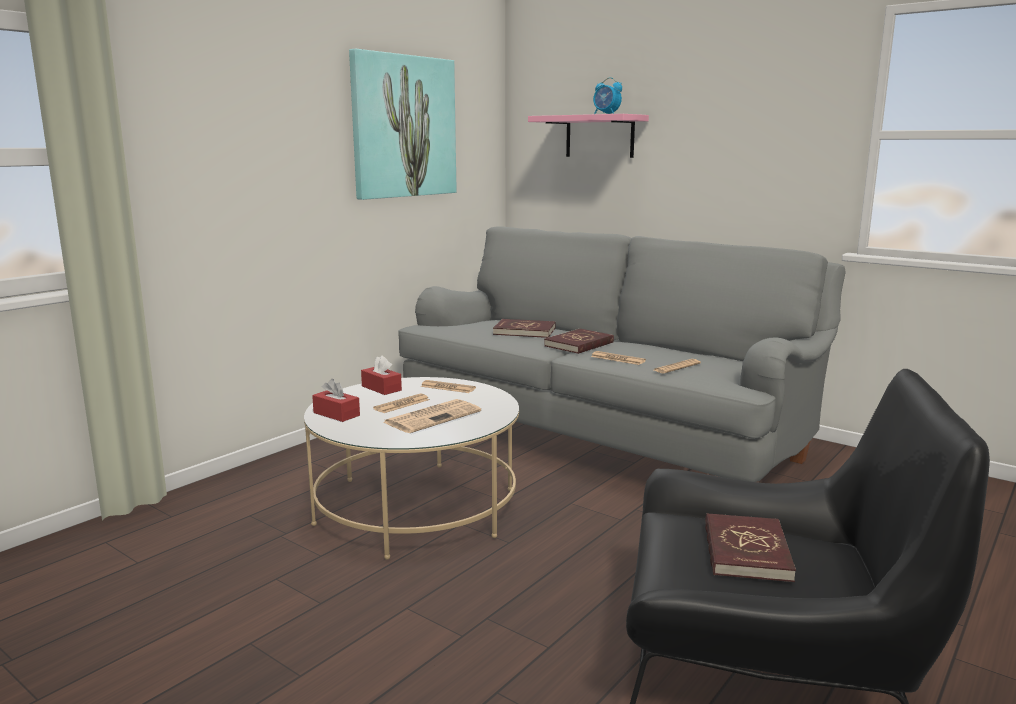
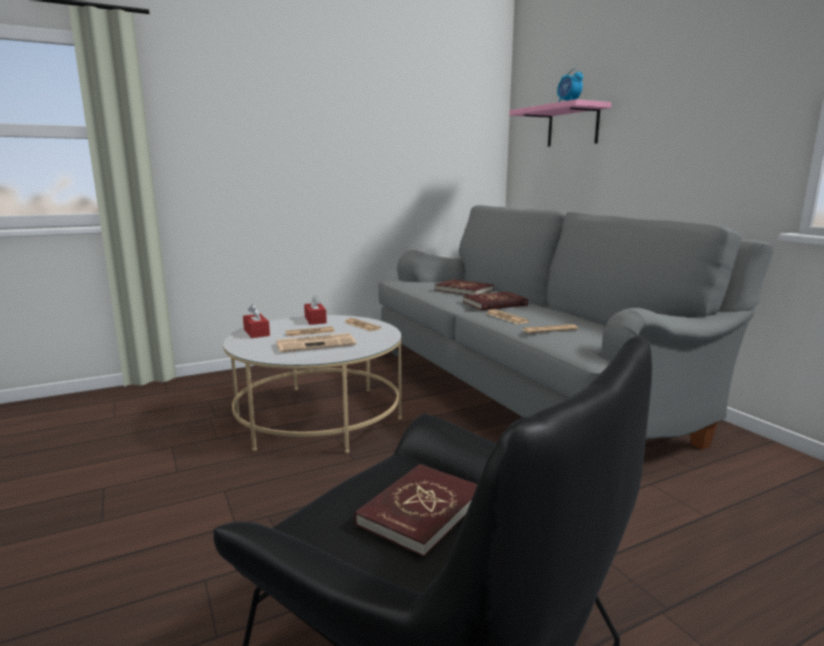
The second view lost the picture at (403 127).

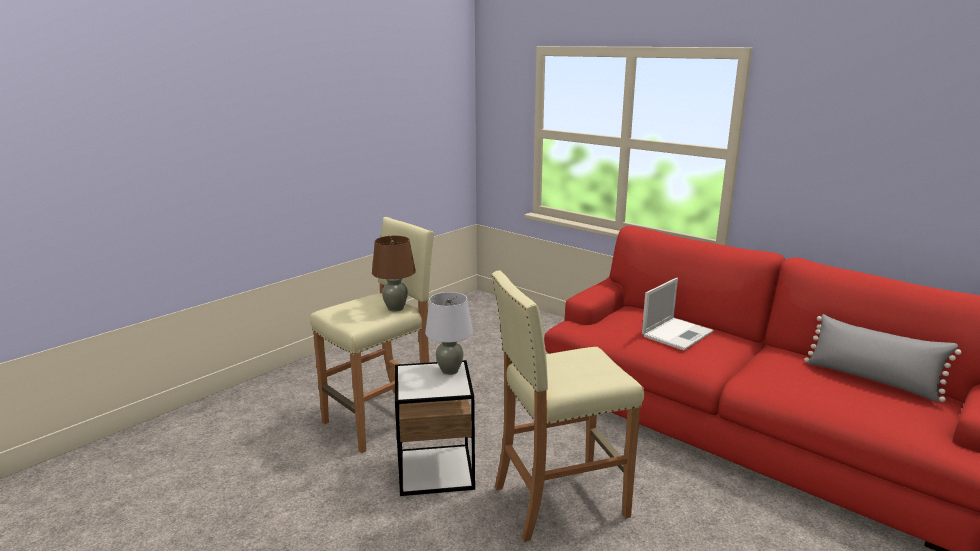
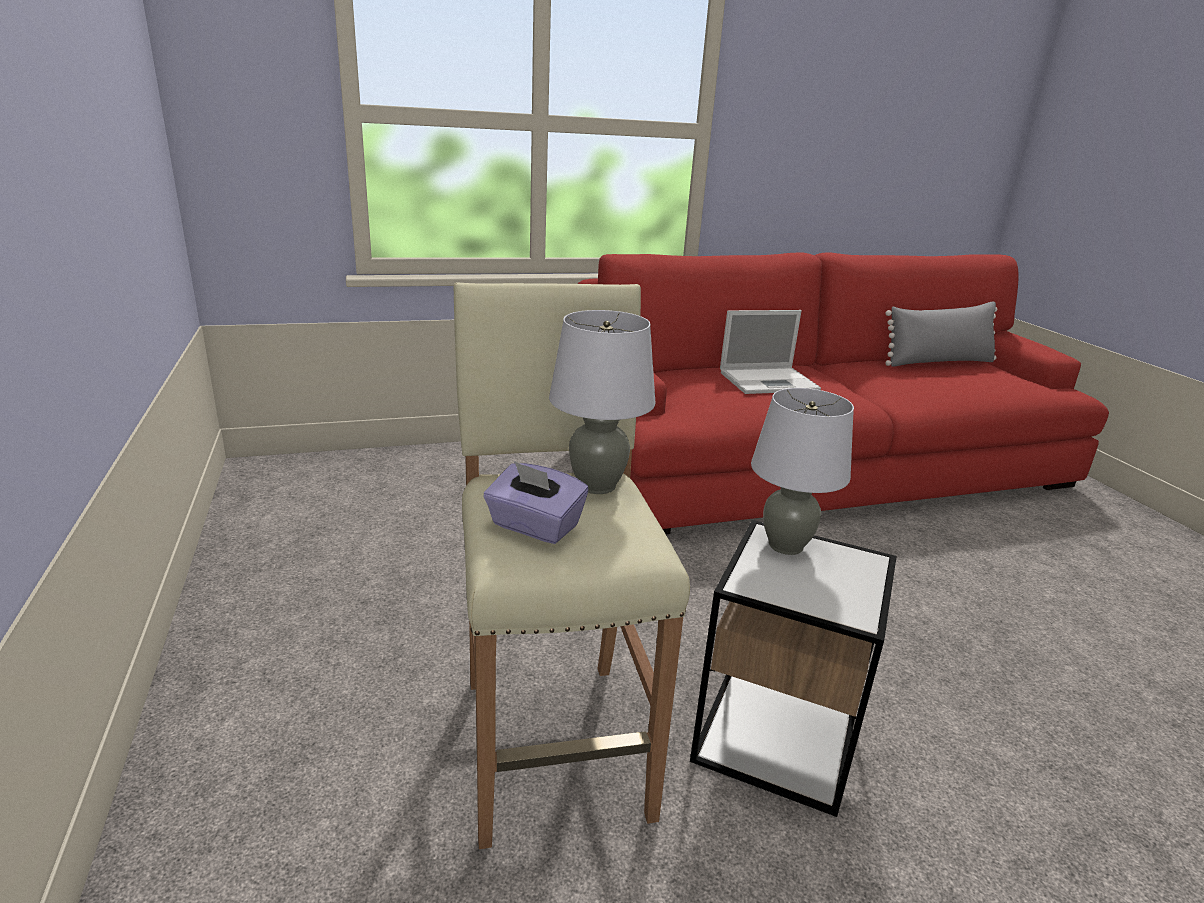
The second view lost the sitting stool (beige) at (558 501).
The second view gained the tissue holder (purple-coloured) at (534 526).
What was the table lamp (brown-coloured) at (395 308) turned into the table lamp (gray) at (597 485).
The laptop at (677 333) ended up facing another way, 90 degrees clockwise from before.

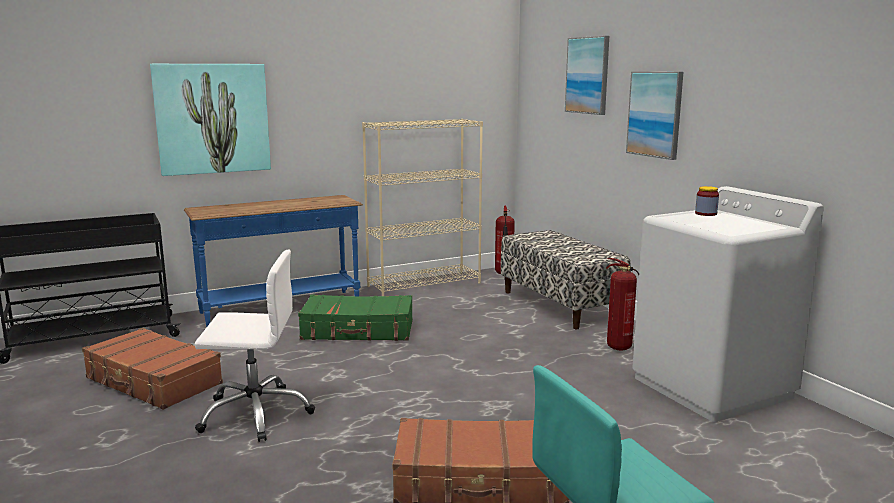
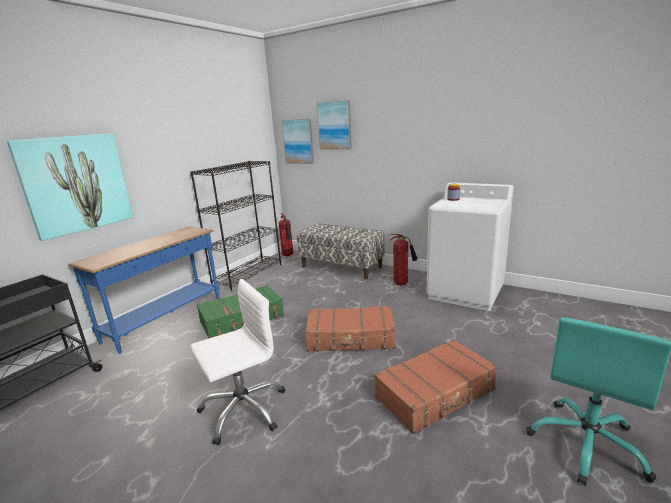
The suitcase (brown-coloured) ended up elsewhere, having gone from (153 381) to (351 338).
The picture ended up elsewhere, having gone from (655 114) to (298 141).
What was the bookcase (beige) at (424 284) turned into the bookcase (black-coloured) at (248 274).

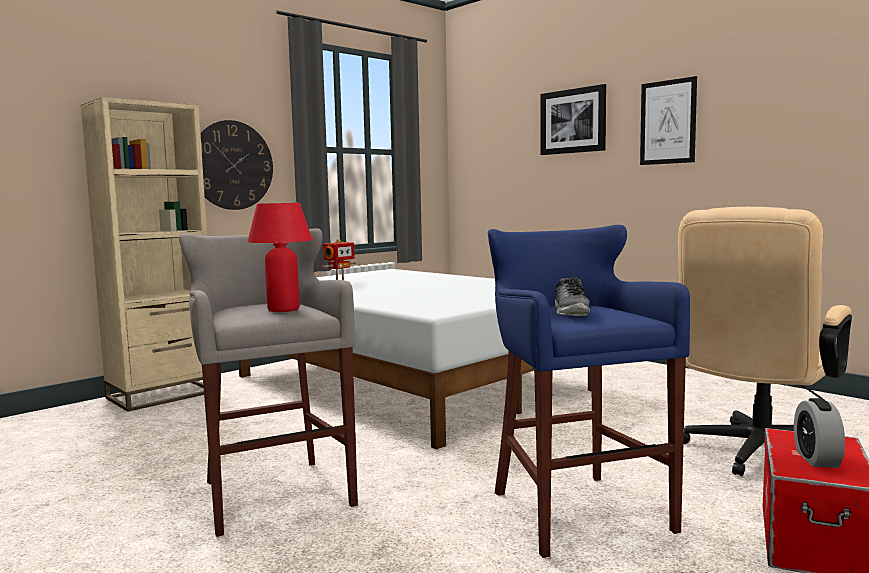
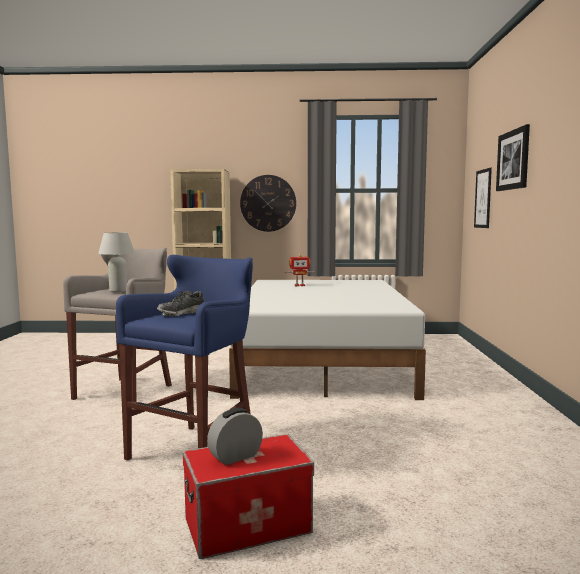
The second view lost the computer chair (beige) at (754 455).
The picture ended up elsewhere, having gone from (668 122) to (483 198).
What was the table lamp (red) at (283 309) turned into the table lamp (white-coloured) at (118 291).

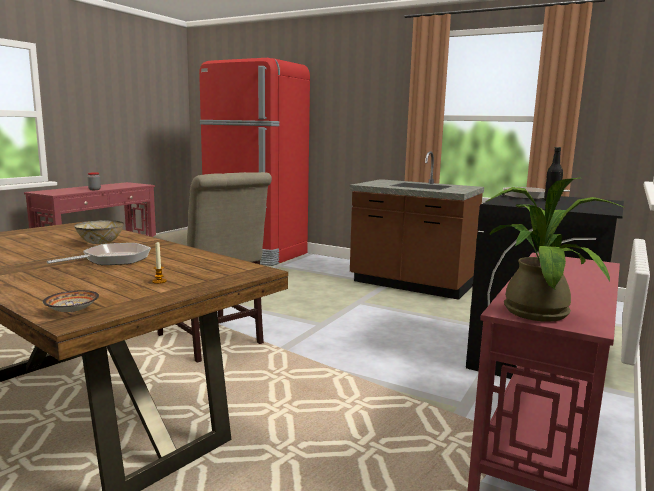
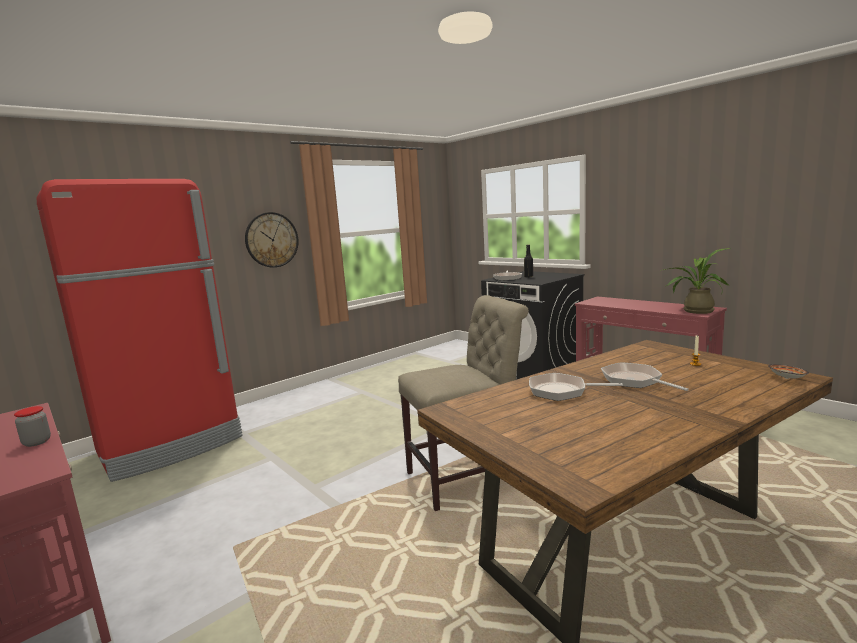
The second view lost the counter (brown-coloured) at (411 284).
The second view gained the hanging clock at (271 240).
Where the serving bowl stood at (100 243), the frying pan came to stand at (562 391).

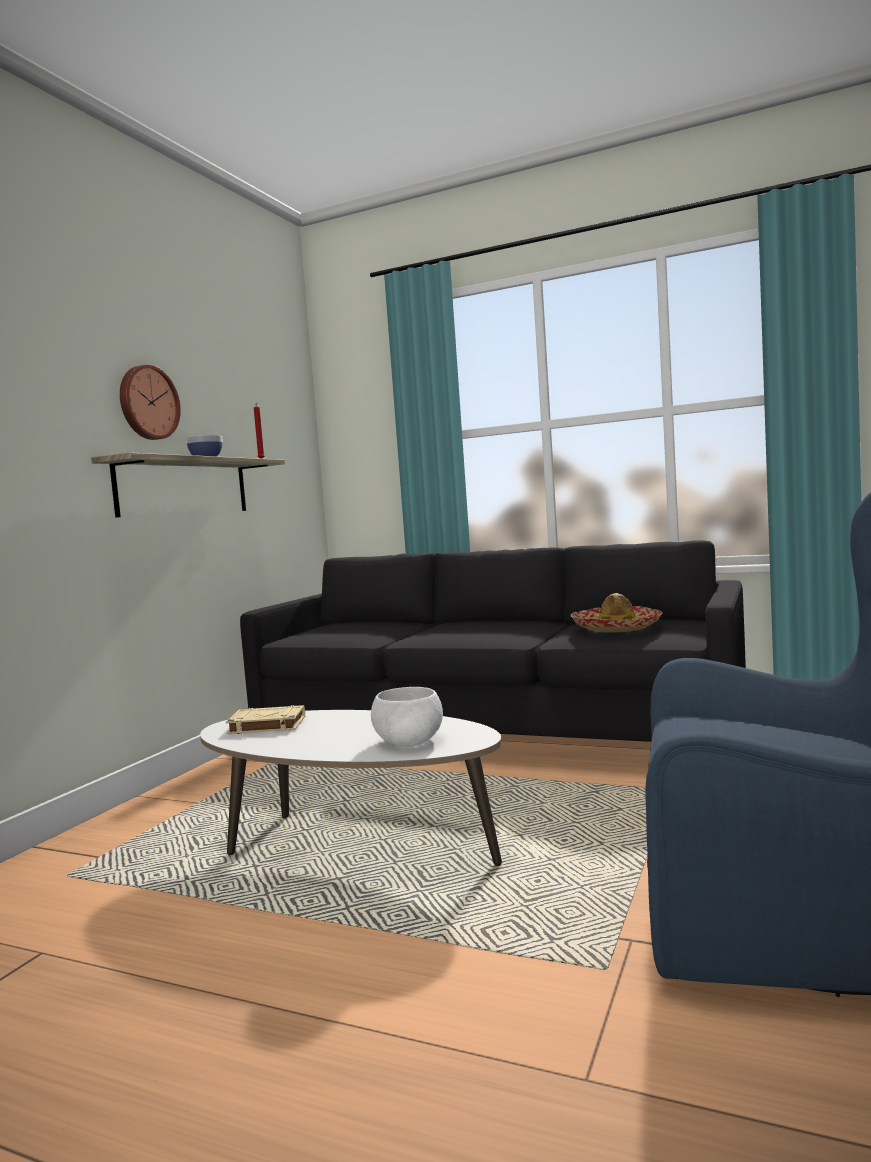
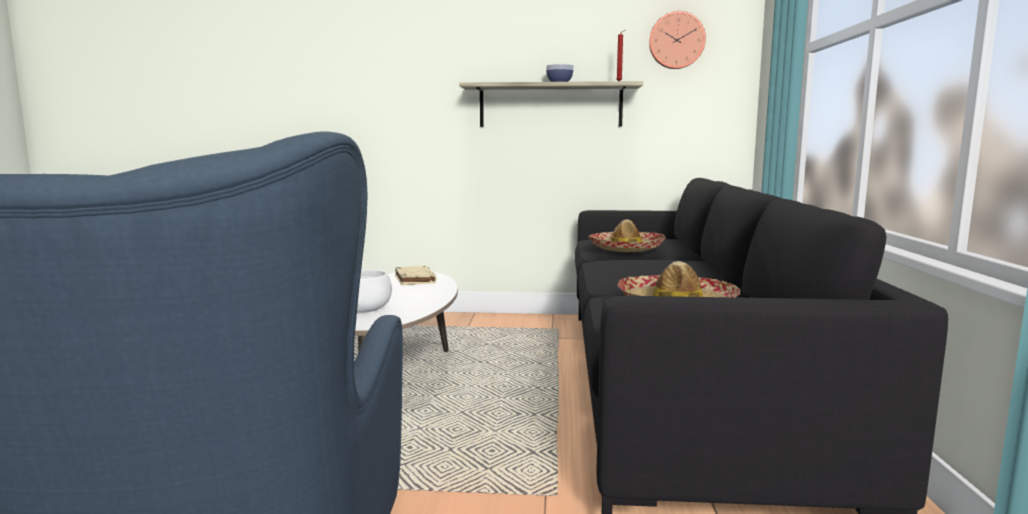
The second view gained the clothing hat at (626 249).
The hanging clock ended up elsewhere, having gone from (147 403) to (676 40).

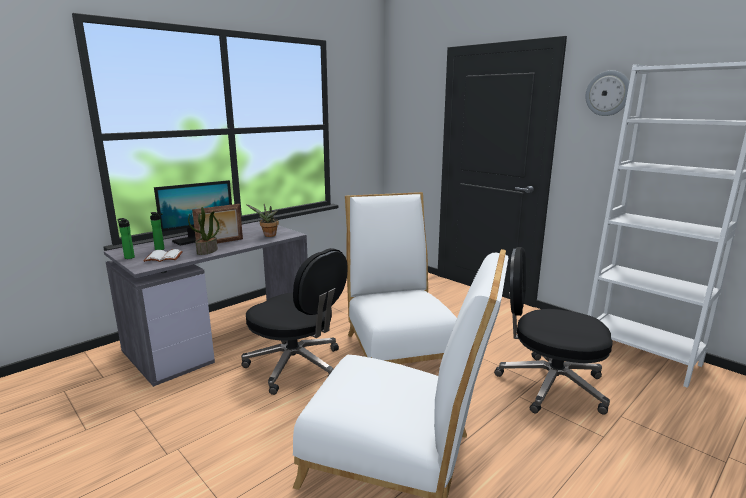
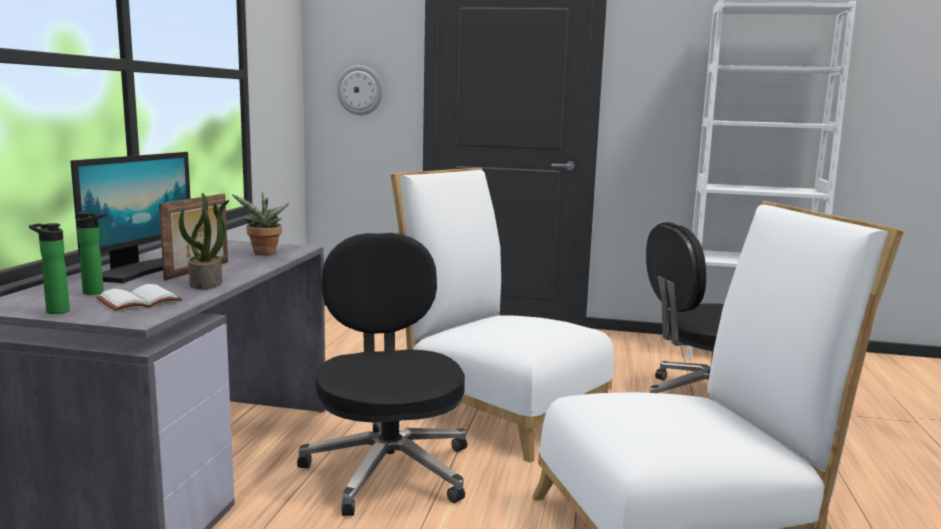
The hanging clock ended up elsewhere, having gone from (608 93) to (360 90).
The computer chair (black-coloured) at (297 366) ended up facing another way, 105 degrees counterclockwise from before.

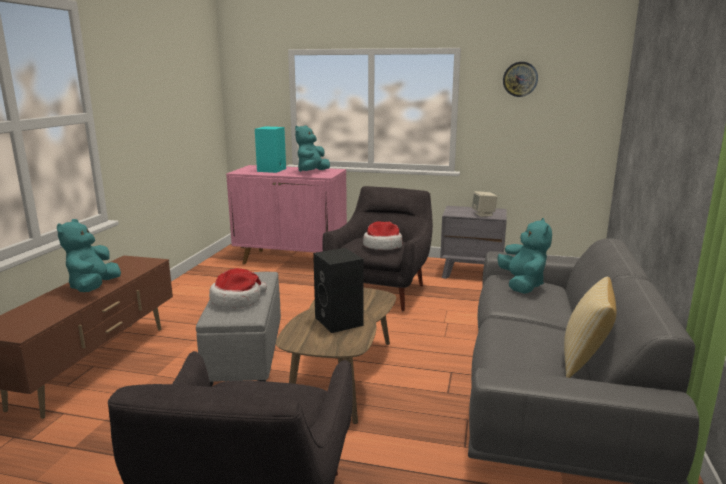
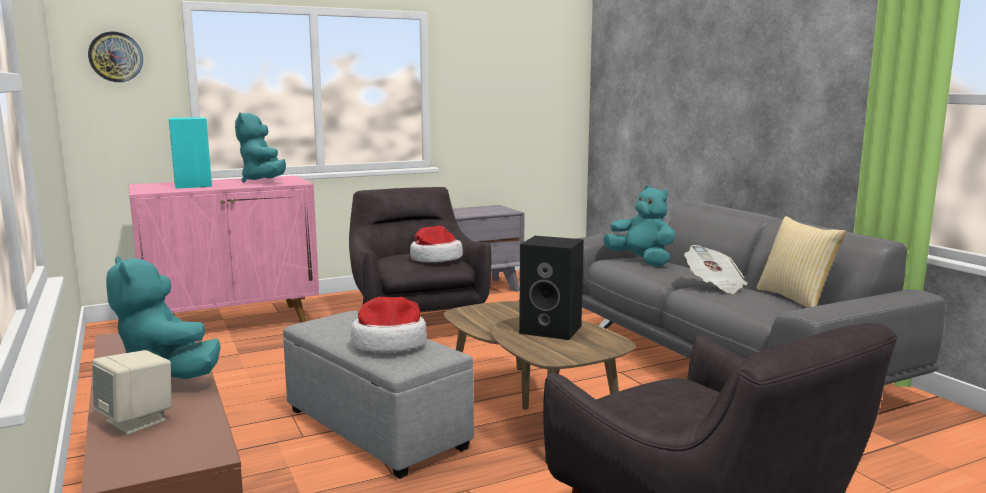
The second view gained the printed paper at (714 285).
The speaker (beige) ended up elsewhere, having gone from (483 214) to (137 421).
The hanging clock ended up elsewhere, having gone from (520 79) to (116 57).

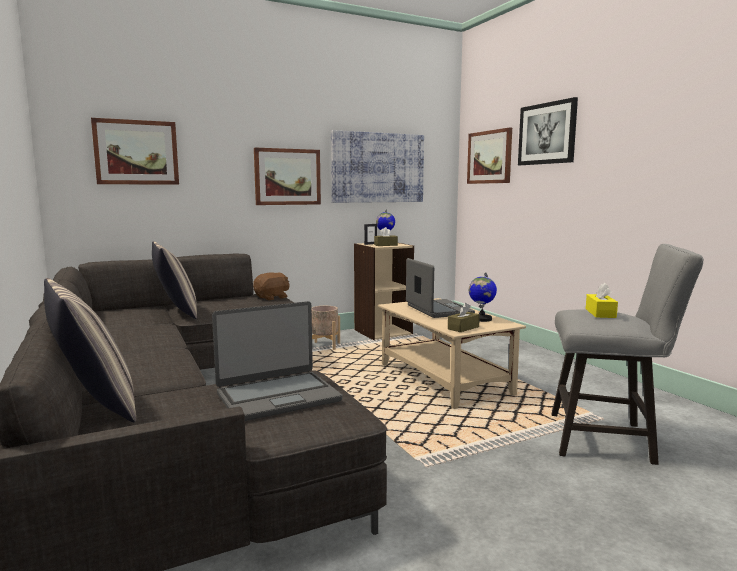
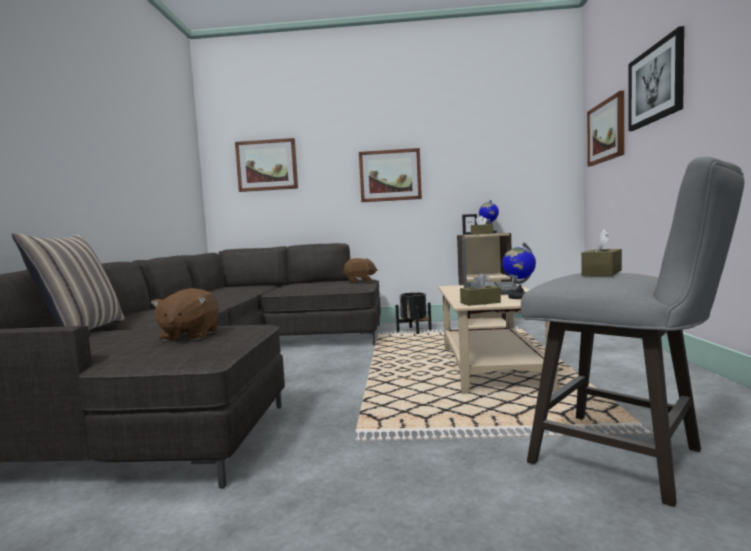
The second view lost the throw pillow at (176 312).
The second view lost the picture at (377 168).
Where the laptop stood at (277 396), the soft toy (brown-coloured) came to stand at (189 336).
What was the plant pot (beige) at (325 346) turned into the plant pot (black-coloured) at (414 331).
What was the tissue holder (yellowish) at (600 313) turned into the tissue holder (brown-coloured) at (602 273).

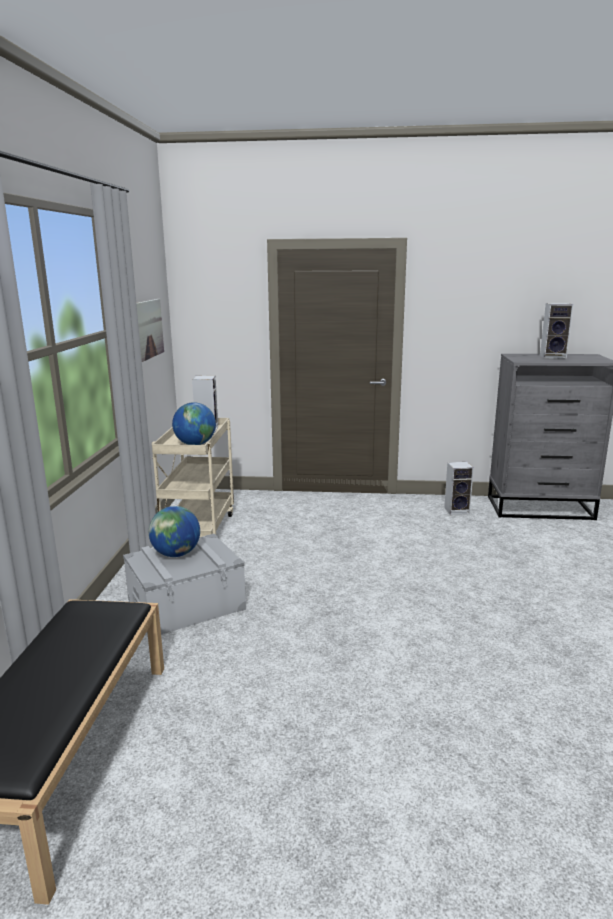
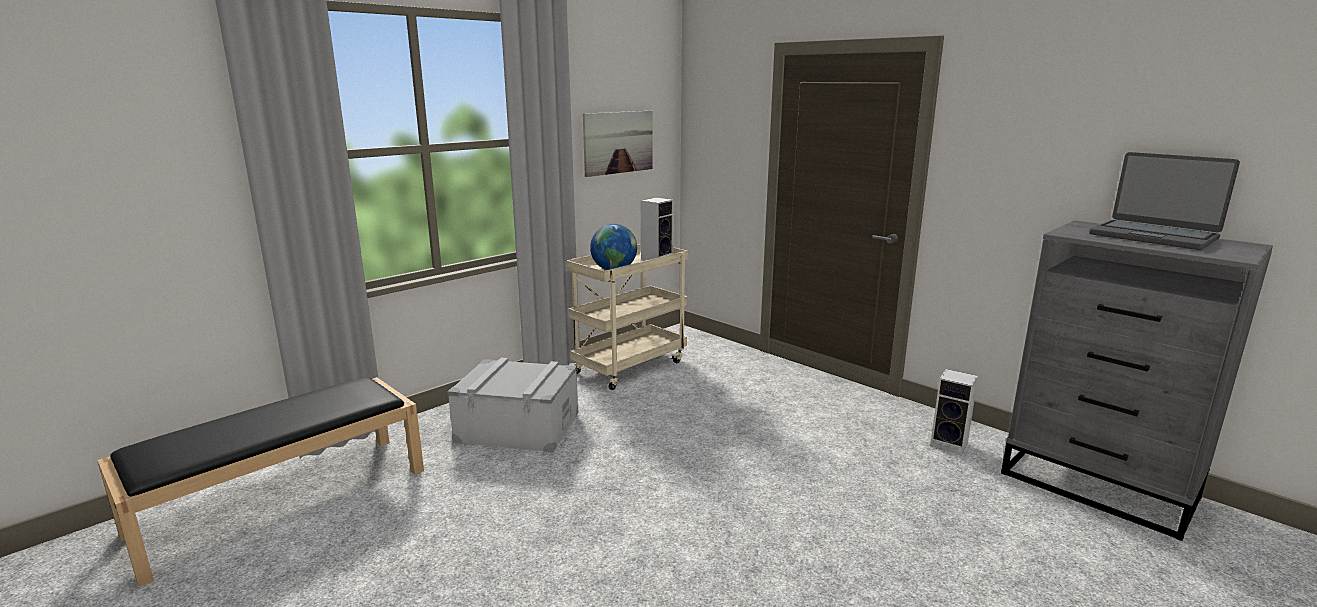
The second view lost the globe at (176 554).
Where the speaker stood at (554 356), the laptop came to stand at (1153 236).

